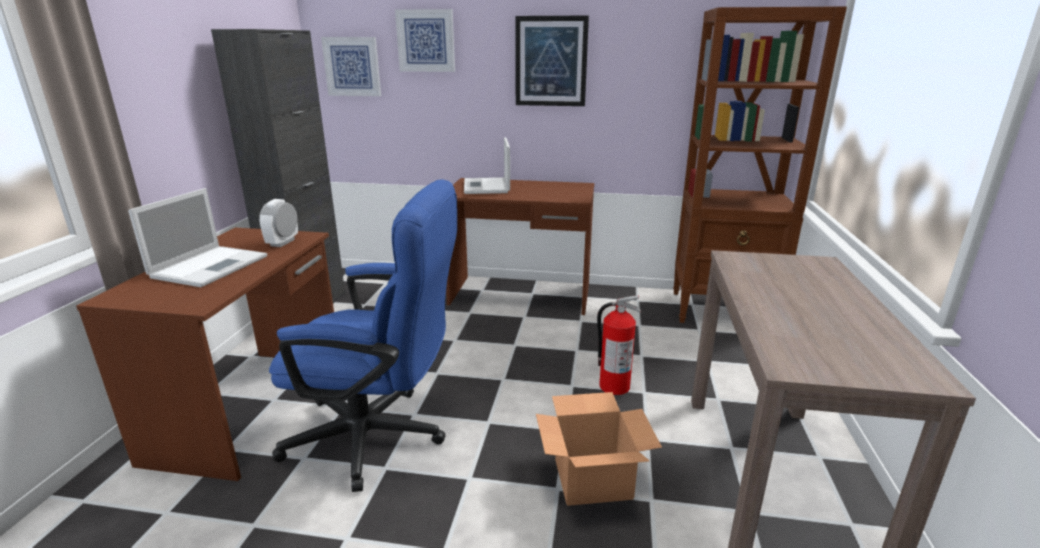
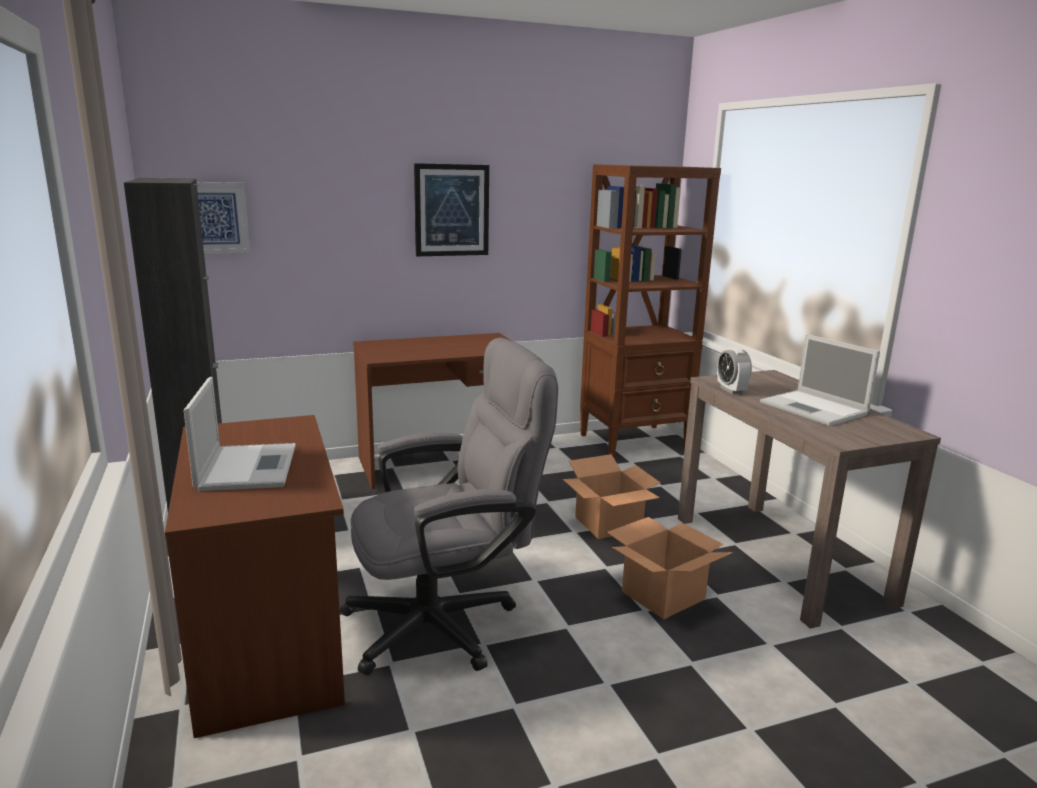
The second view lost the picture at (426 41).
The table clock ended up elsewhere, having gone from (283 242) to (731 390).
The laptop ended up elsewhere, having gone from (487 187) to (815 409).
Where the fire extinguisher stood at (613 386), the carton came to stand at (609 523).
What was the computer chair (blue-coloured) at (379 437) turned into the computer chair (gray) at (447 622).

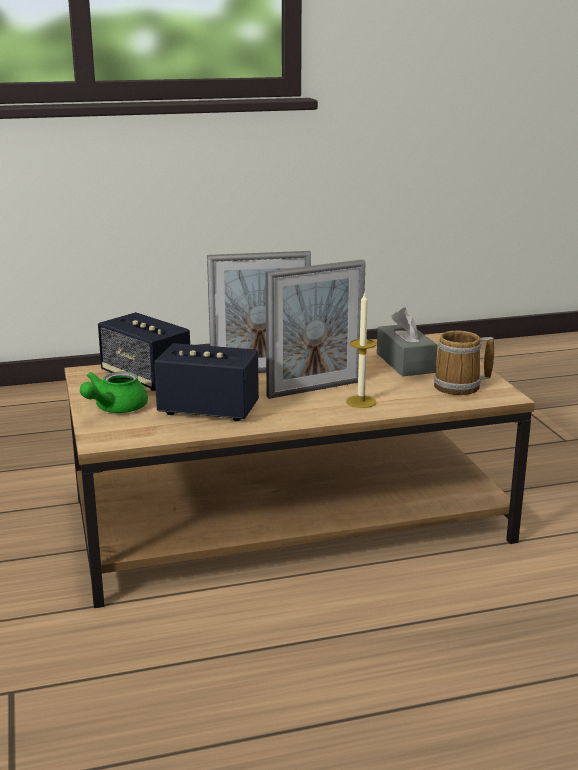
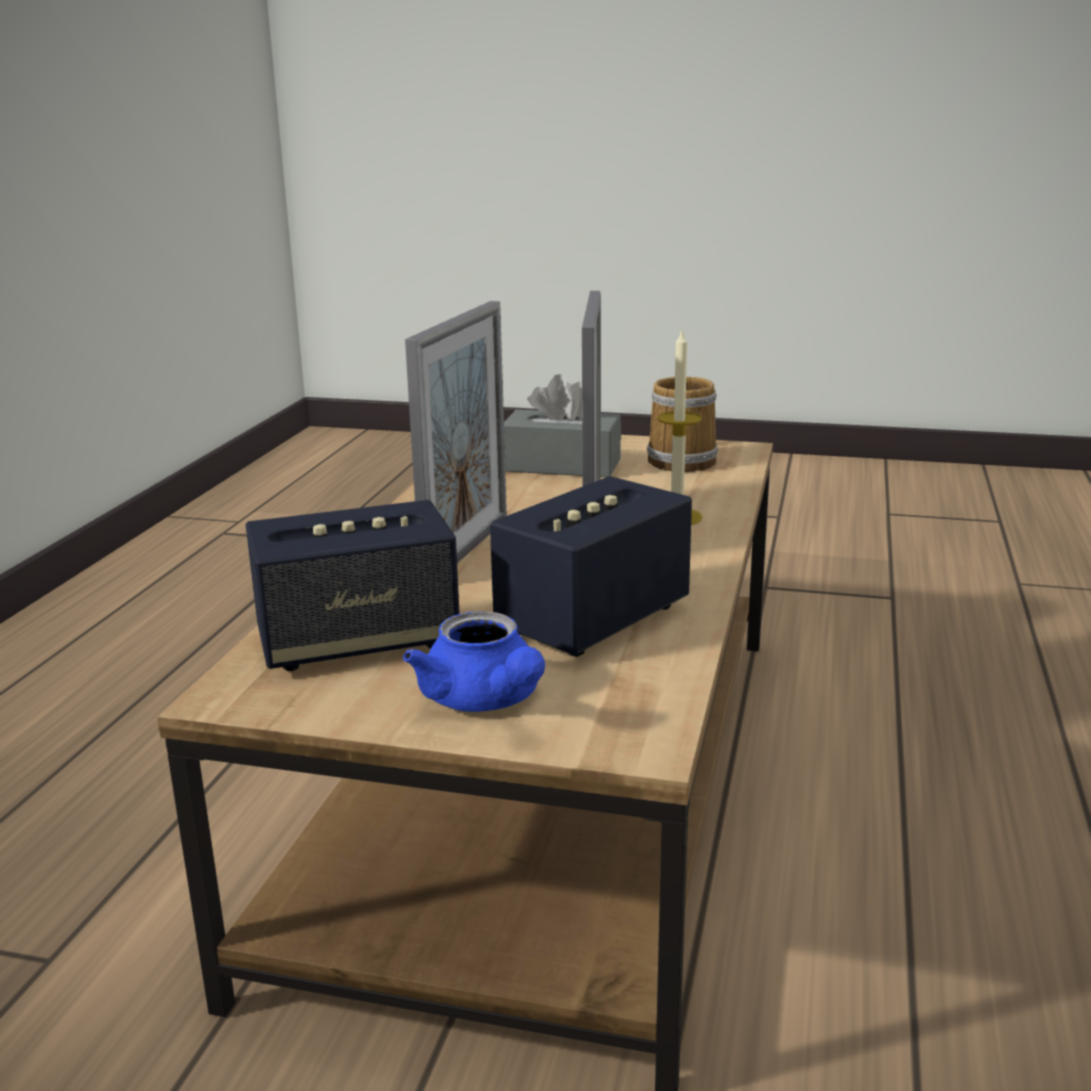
What was the tea pot (green) at (114 409) turned into the tea pot (blue-coloured) at (485 701).

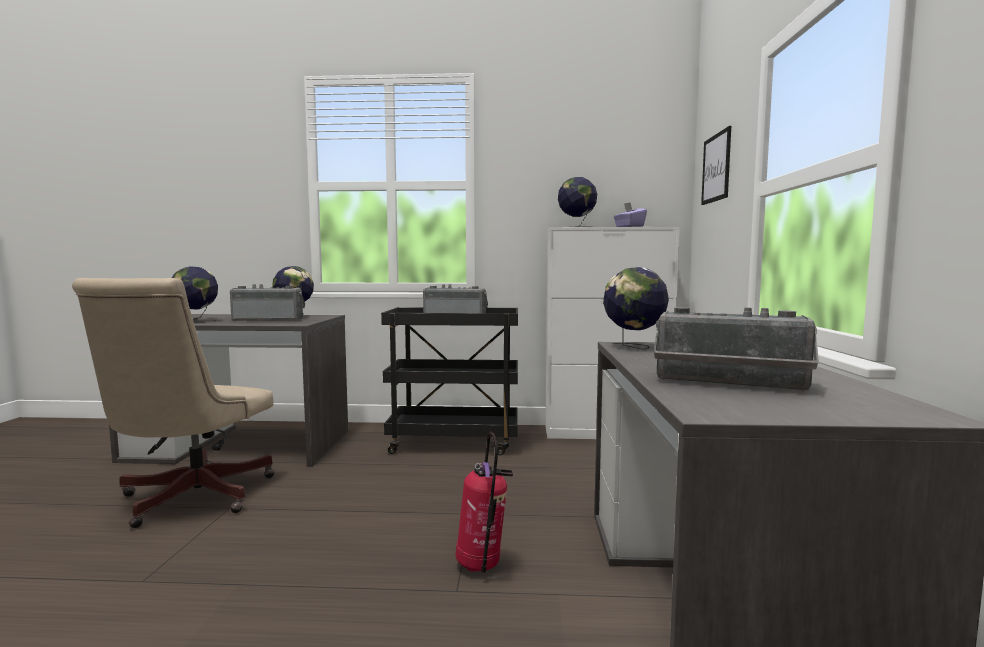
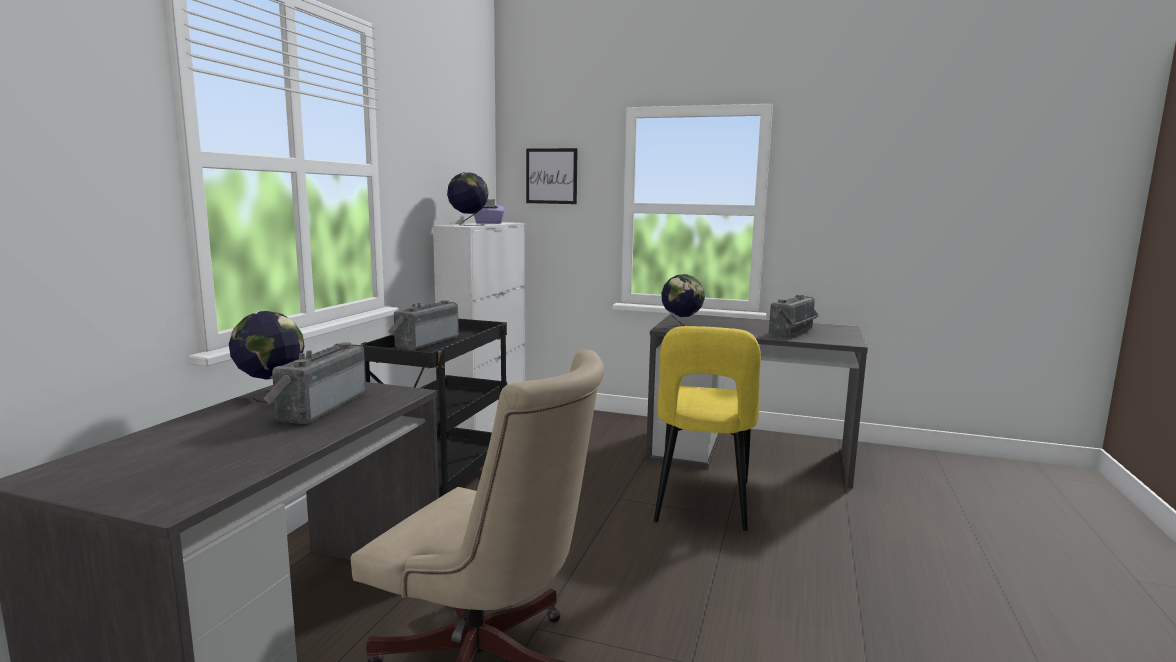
The second view lost the globe at (196 321).
Where the fire extinguisher stood at (482 567), the upright chair (yellowish) came to stand at (702 504).

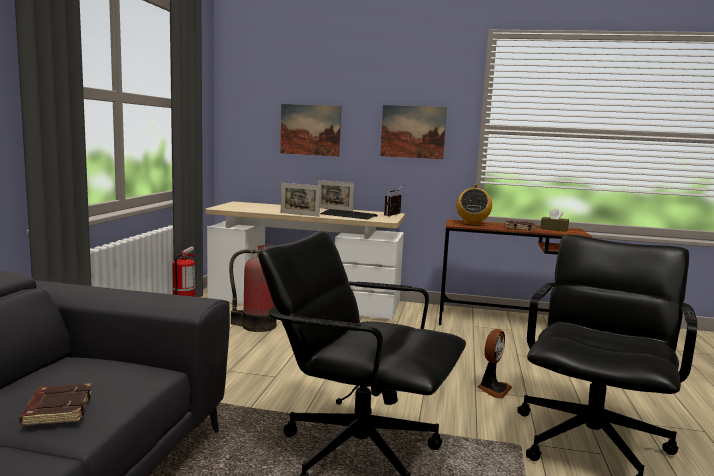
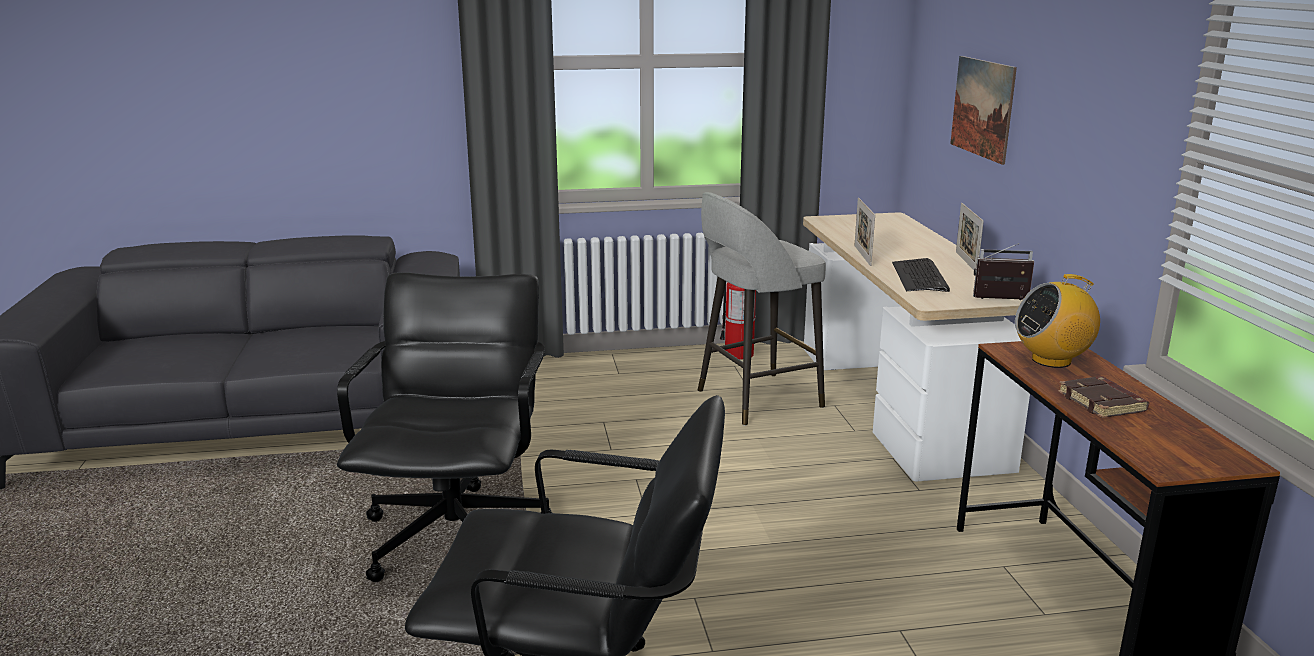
The second view lost the book (brown-coloured) at (57 409).
The second view lost the picture at (413 132).
The second view lost the cooling fan at (493 389).
The second view lost the tissue holder (brown-coloured) at (554 229).
Where the fire extinguisher stood at (256 326), the sitting stool (gray) came to stand at (756 399).

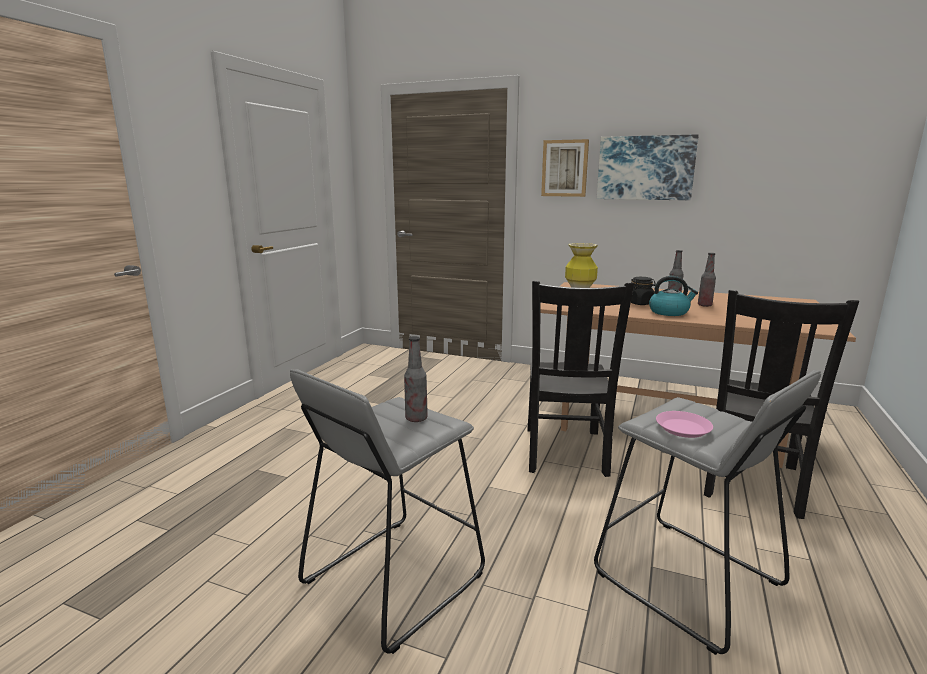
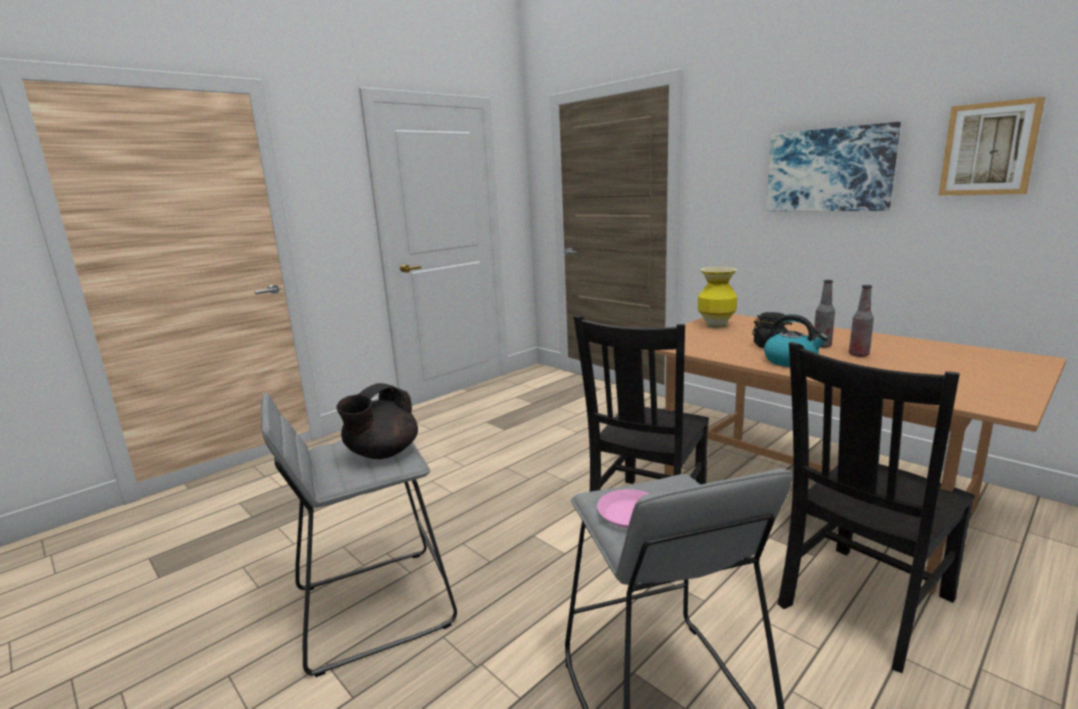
The picture ended up elsewhere, having gone from (565 168) to (989 149).
Where the drink bottle stood at (416 418), the tea pot (black-coloured) came to stand at (382 453).

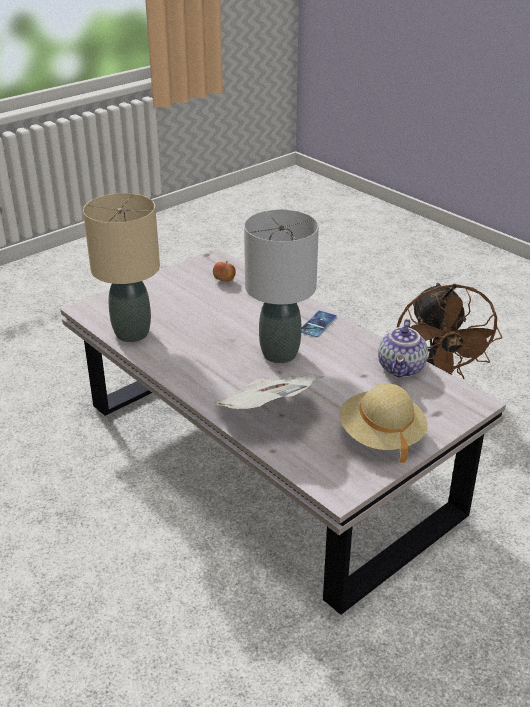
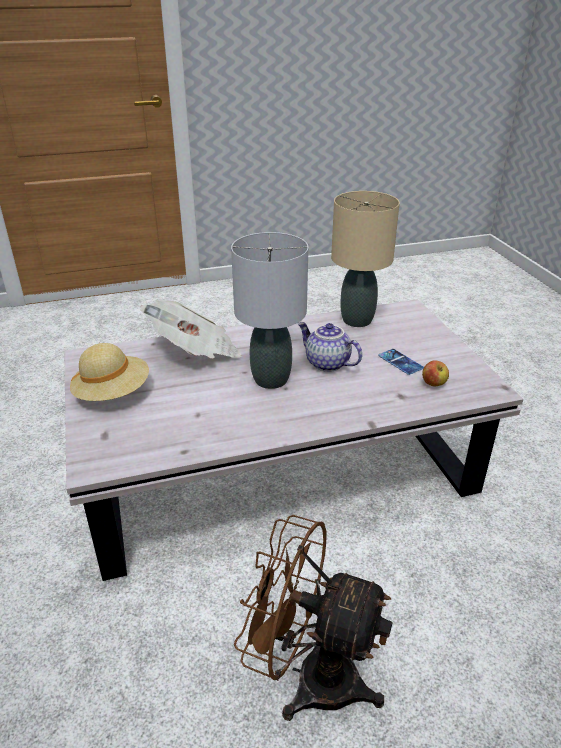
The telephone ended up elsewhere, having gone from (317 324) to (400 362).
The tea pot ended up elsewhere, having gone from (402 368) to (326 363).

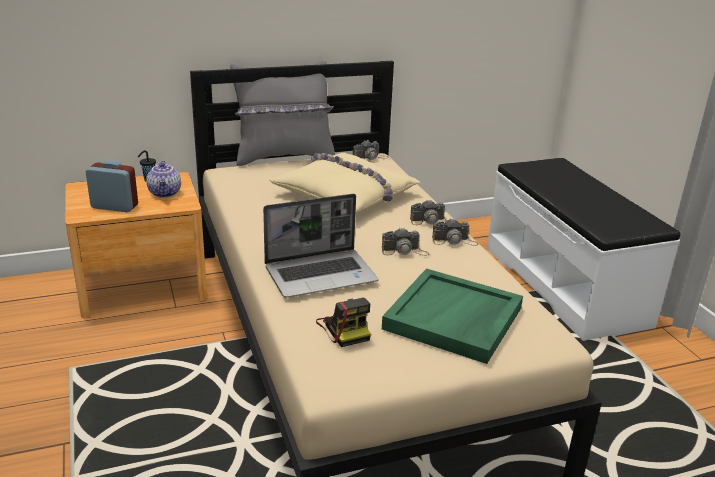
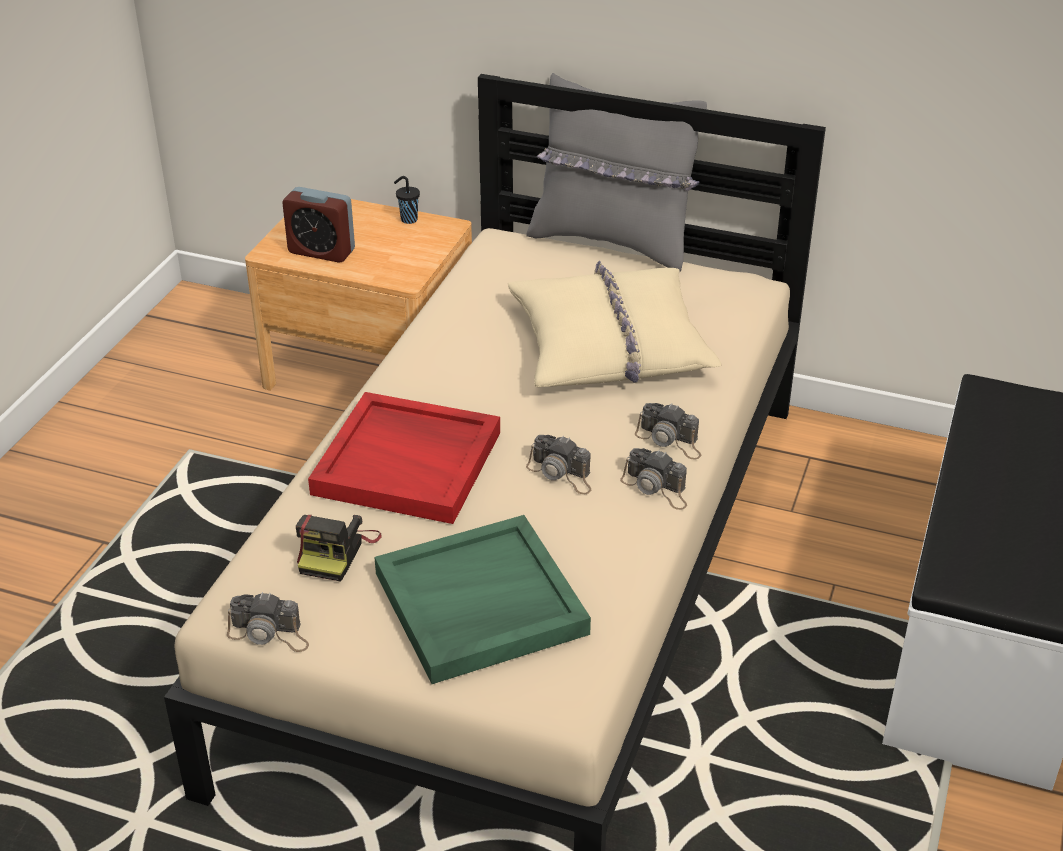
The second view lost the tea pot at (165 193).
The photo camera ended up elsewhere, having gone from (370 157) to (269 633).
Where the laptop stood at (321 274), the serving tray (red) came to stand at (409 462).
The table clock at (114 206) ended up facing another way, 150 degrees clockwise from before.

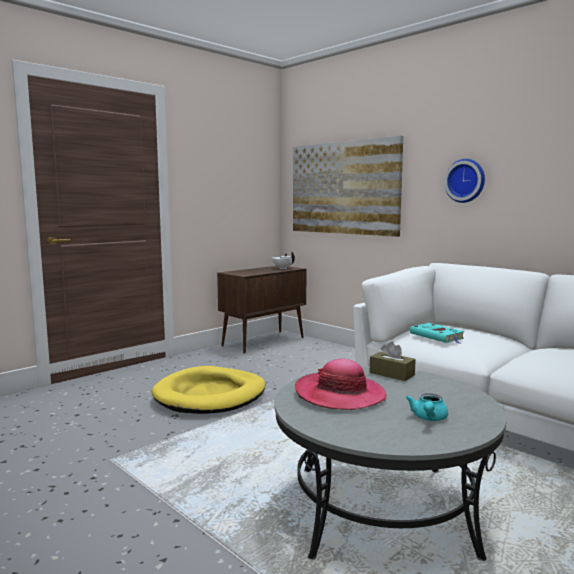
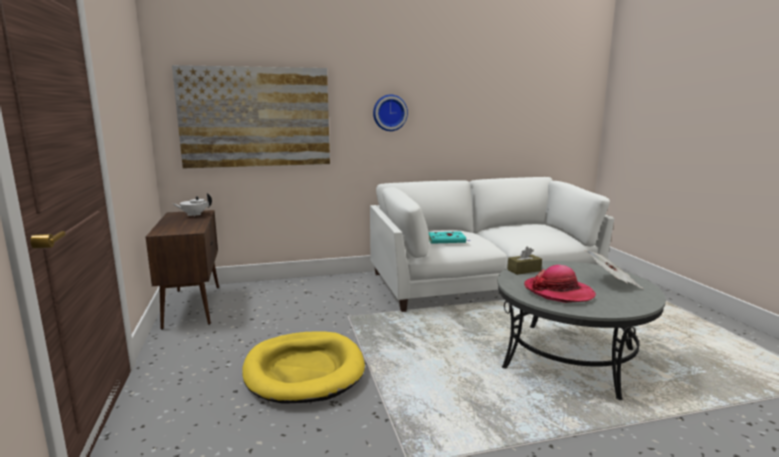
Where the tea pot (blue-green) stood at (428 418), the printed paper came to stand at (612 283).

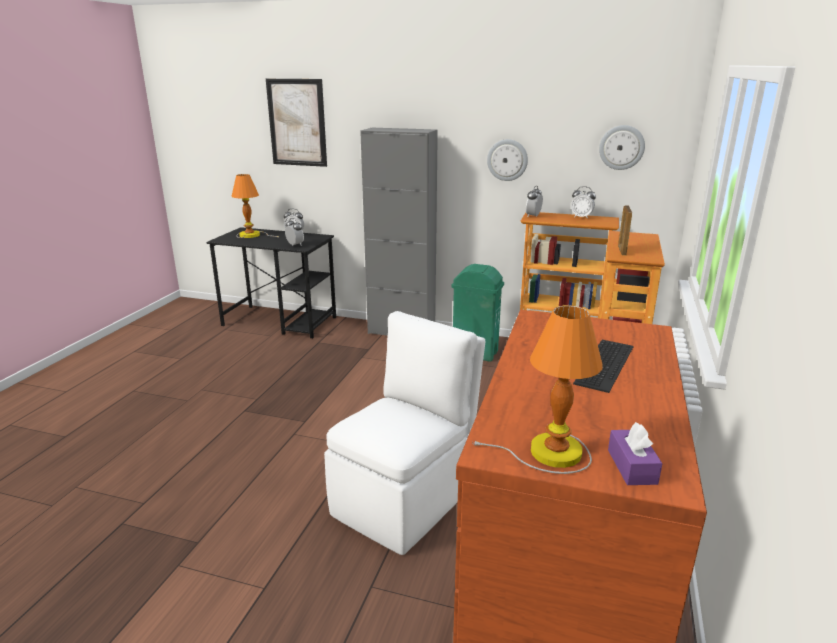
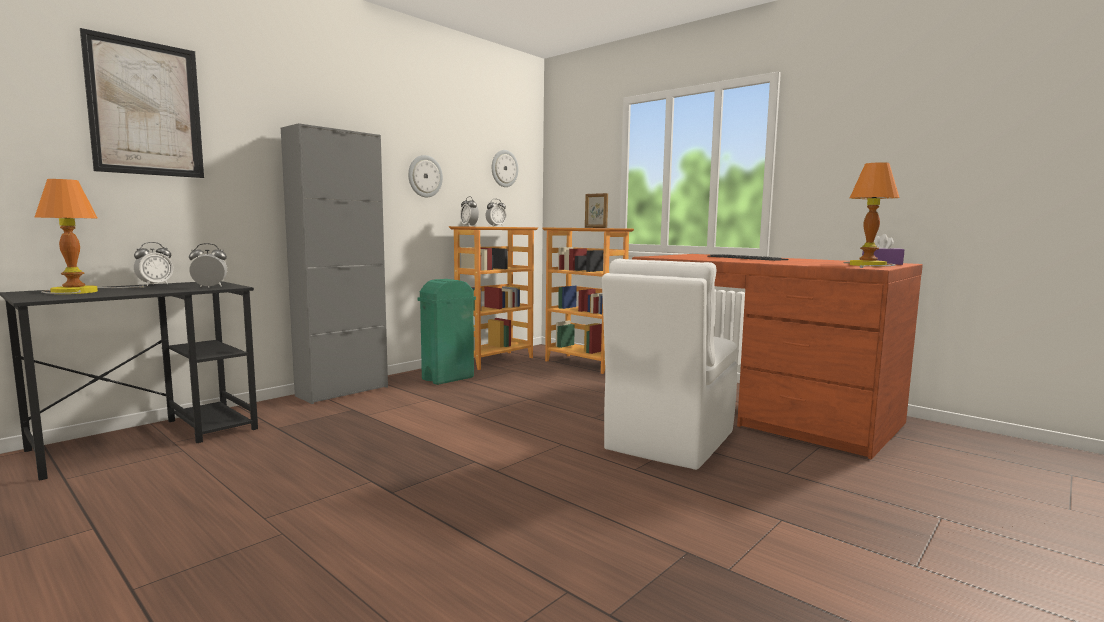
The upright chair (white-coloured) at (406 499) ended up facing another way, 120 degrees counterclockwise from before.

